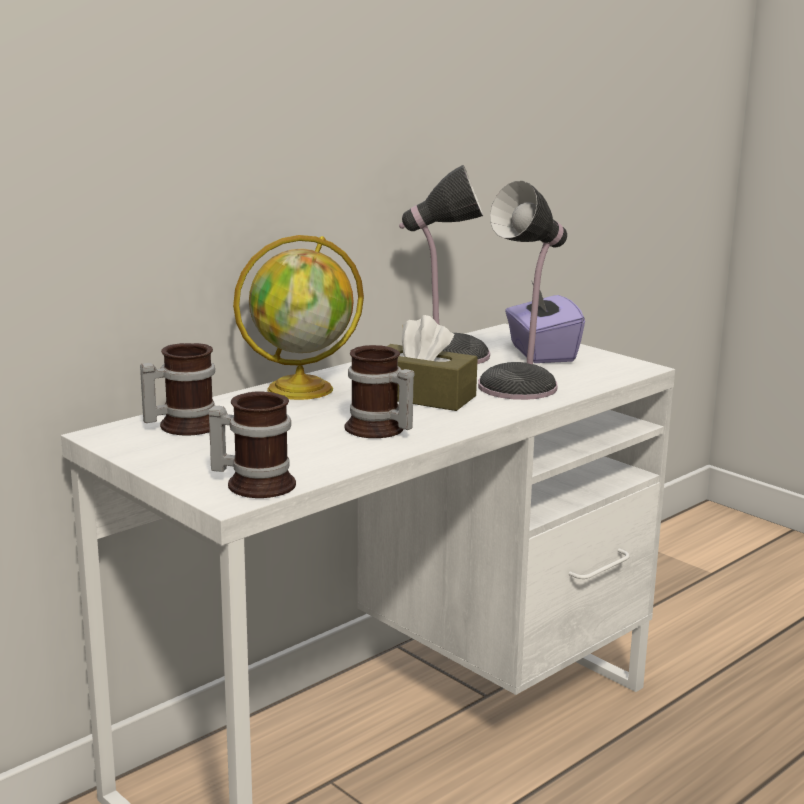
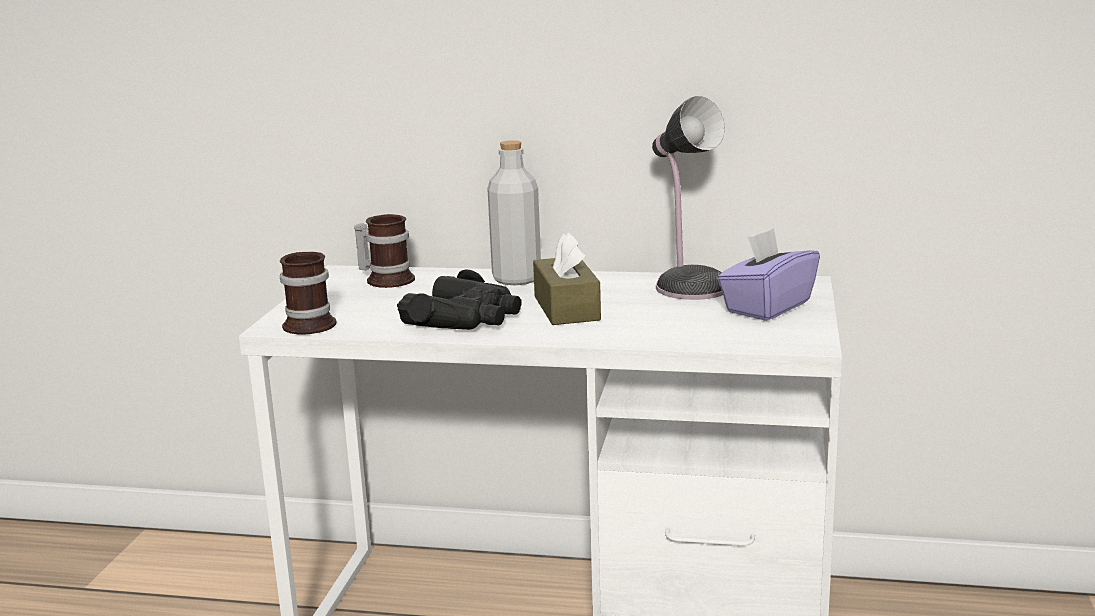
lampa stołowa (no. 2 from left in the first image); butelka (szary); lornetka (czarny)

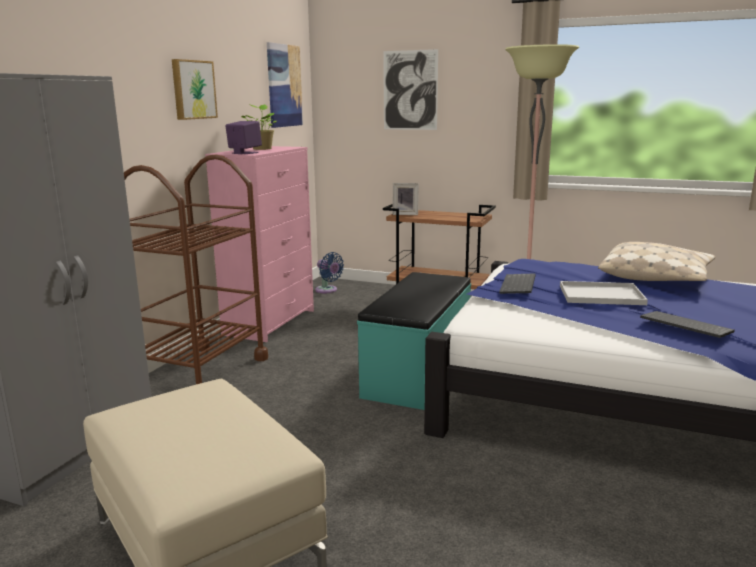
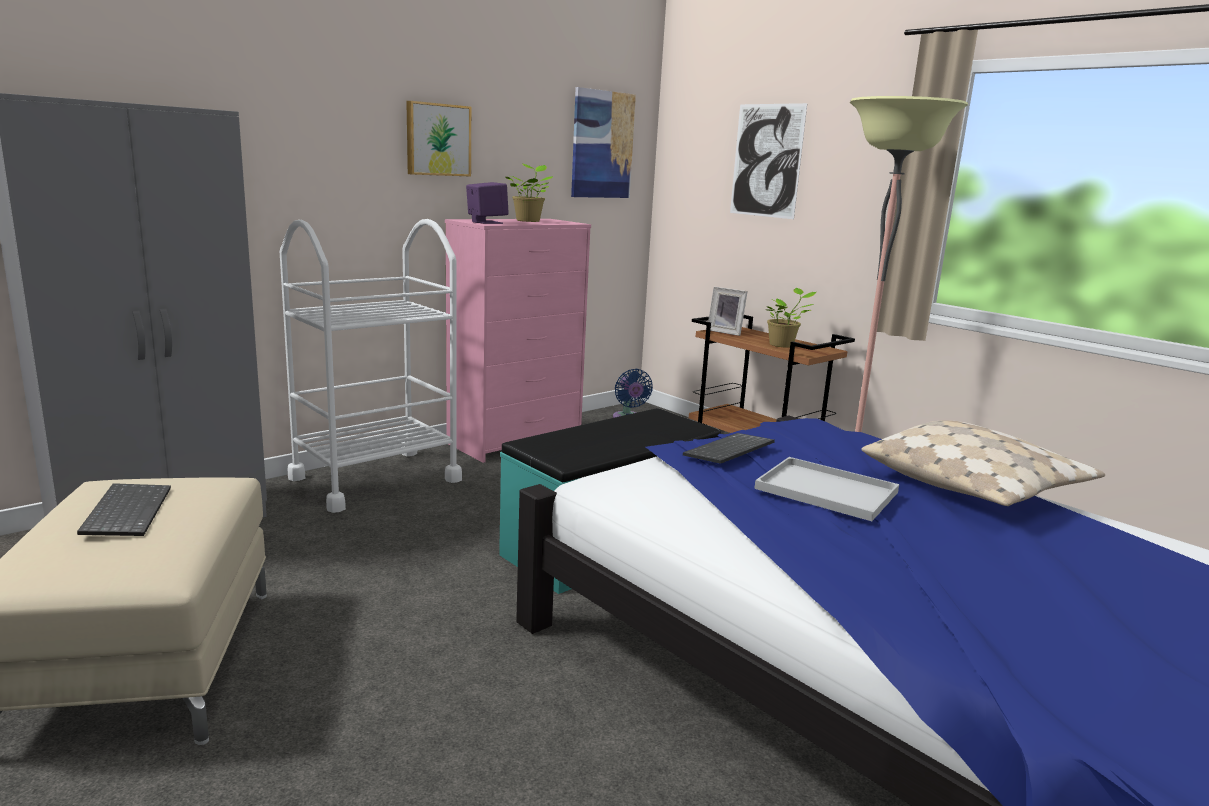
wózek (biały); klawiatura (no. 1 from left); roślina doniczkowa (no. 2 from left)

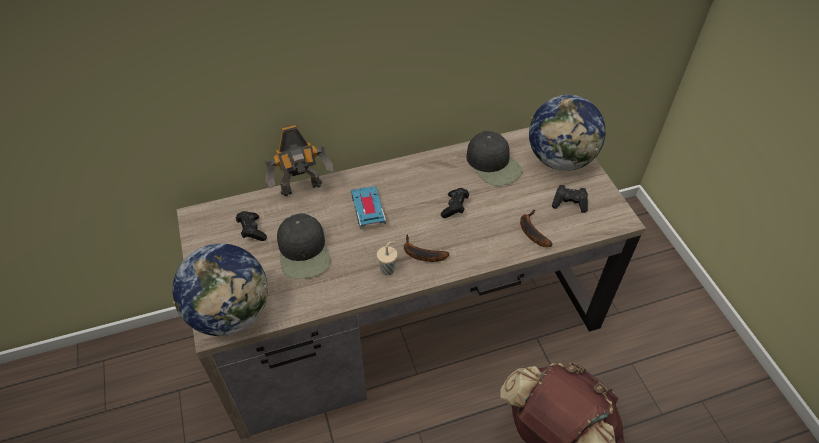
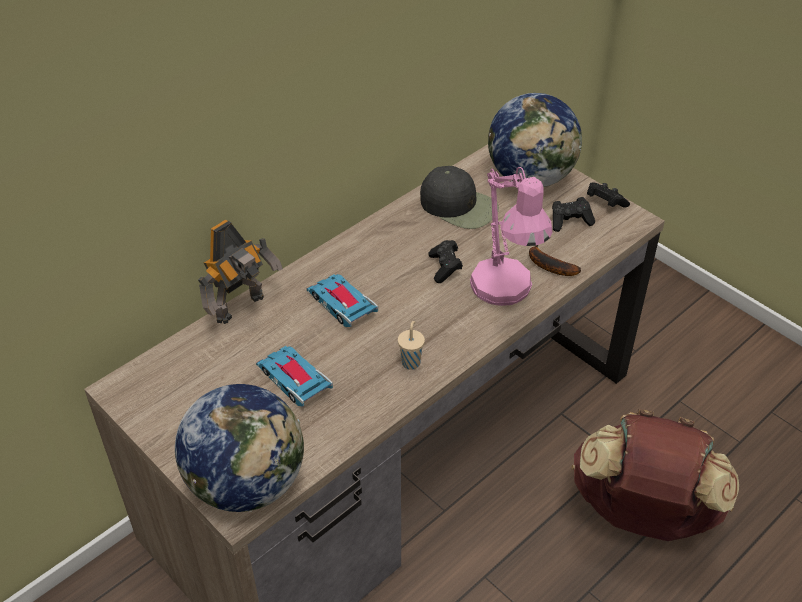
pad do gier (czarny) (no. 3 from left); samochodzik (no. 1 from left); banan (no. 1 from left in the first image); lampa stołowa (różowy)

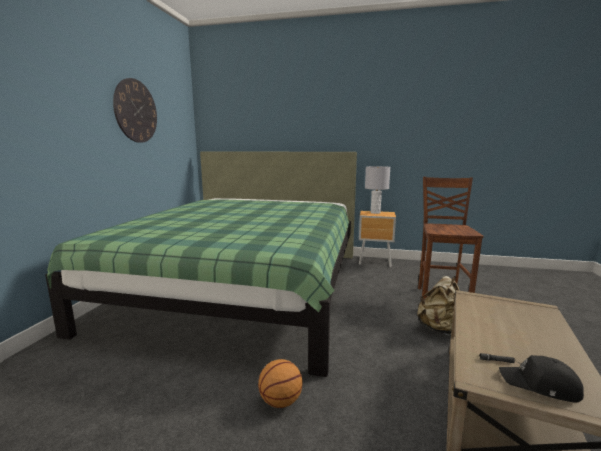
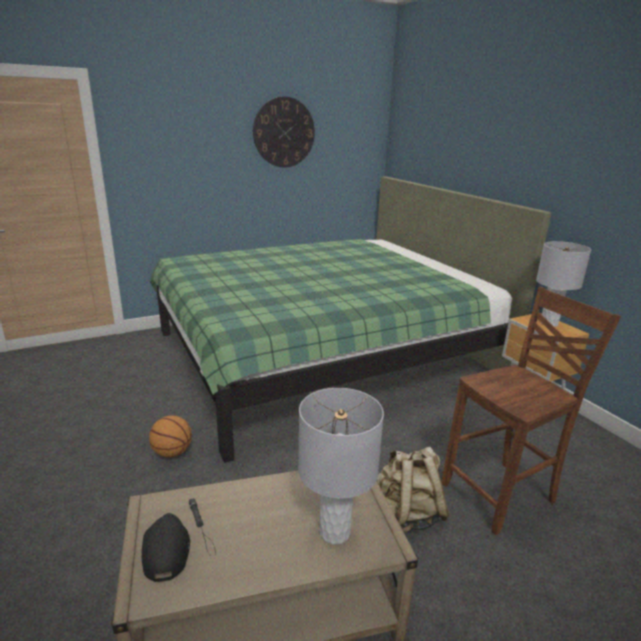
lampa stołowa (szary) (no. 1 from left)

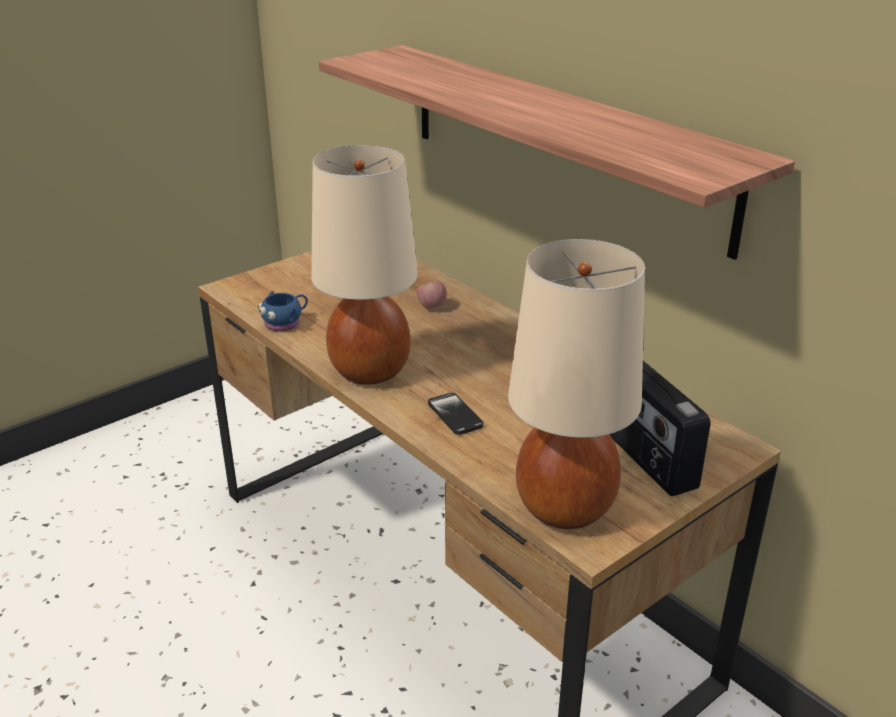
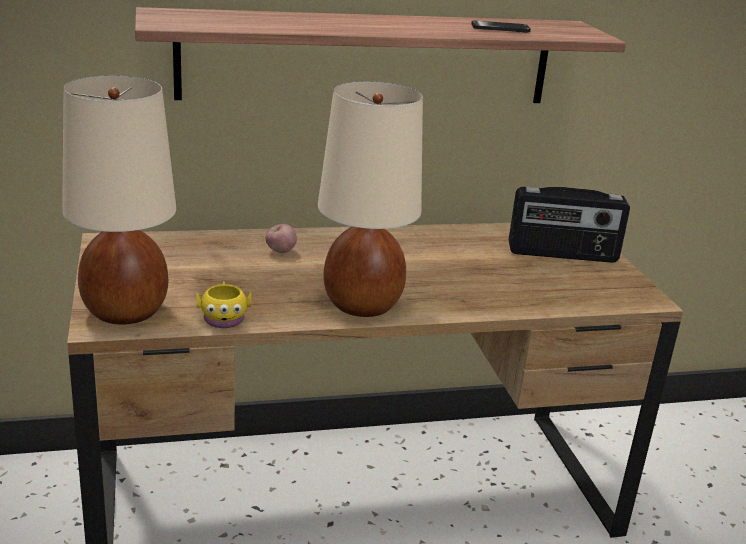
lampa stołowa (beżowy) (no. 1 from left); kubek (żółty); telefon

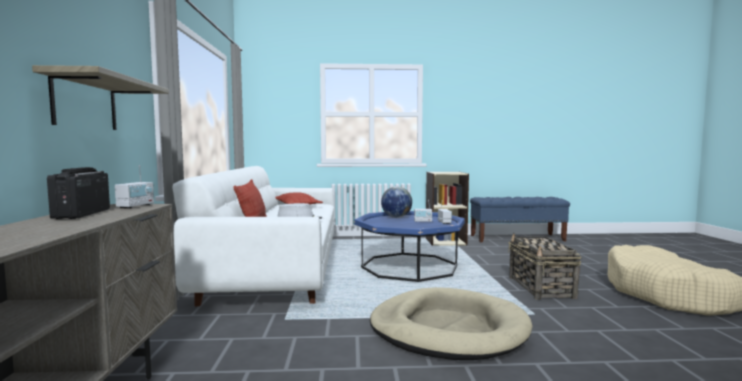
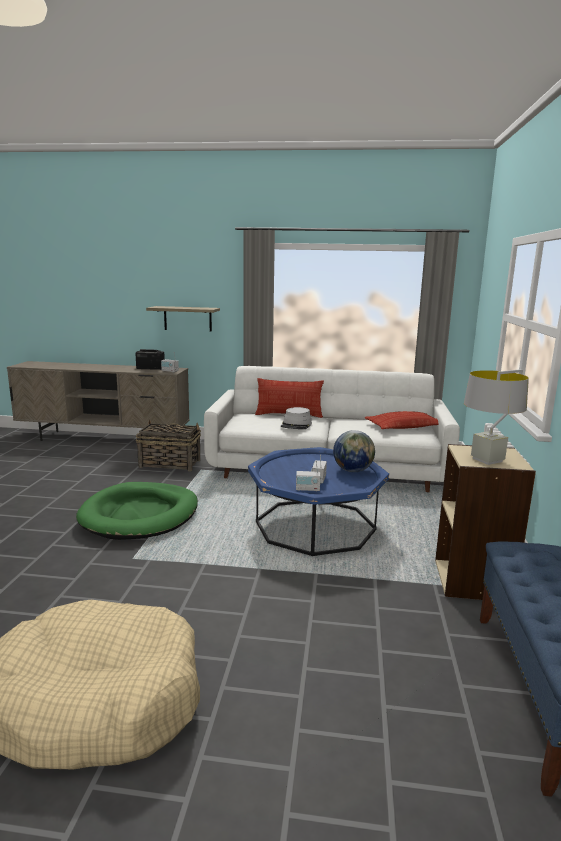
koszyk; legowisko (zielony); lampa stołowa (szary)

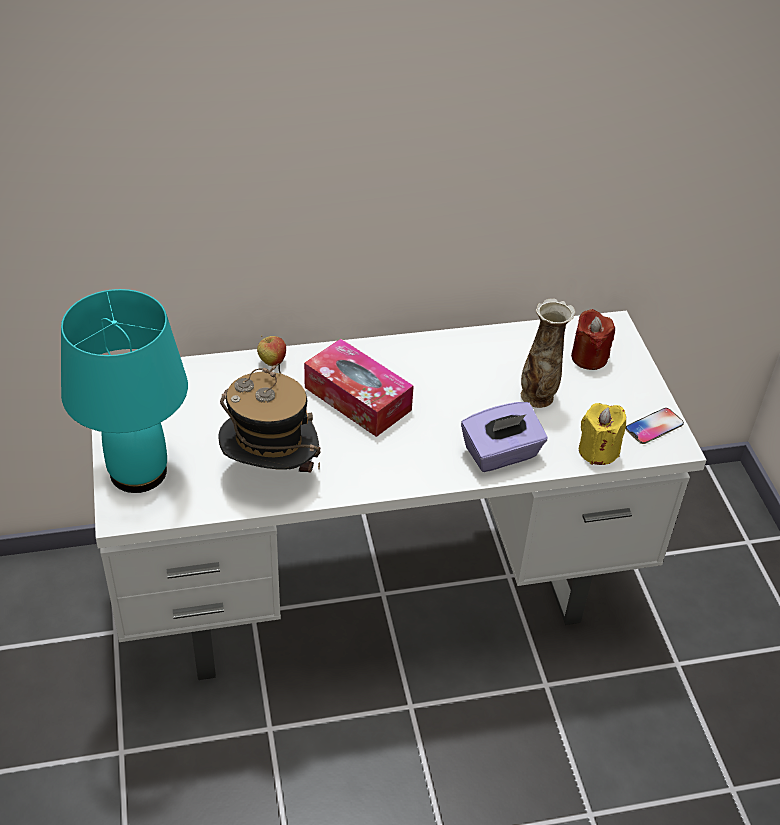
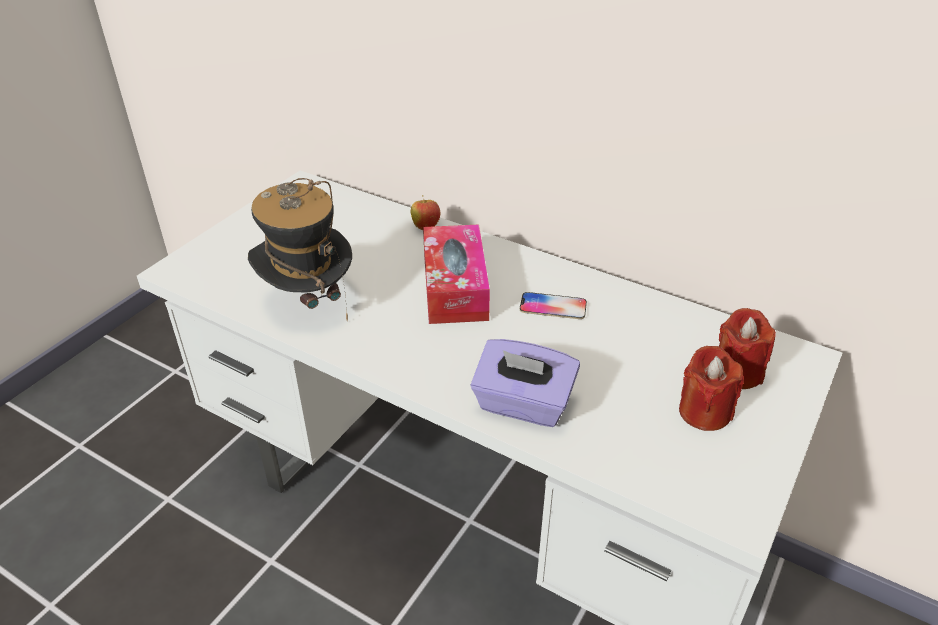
lampa stołowa (turkusowy); wazon; świeca (żółty); telefon; świeca (czerwony) (no. 1 from left)

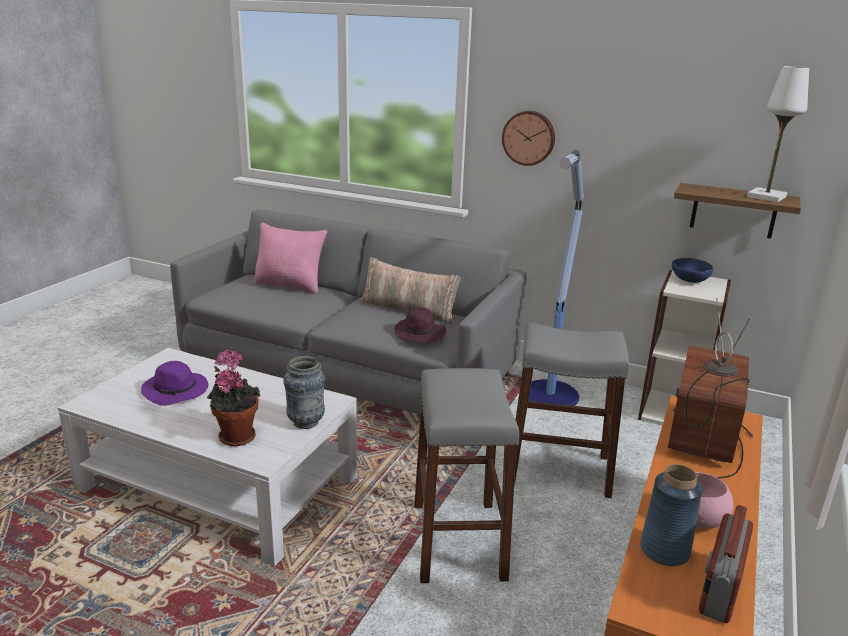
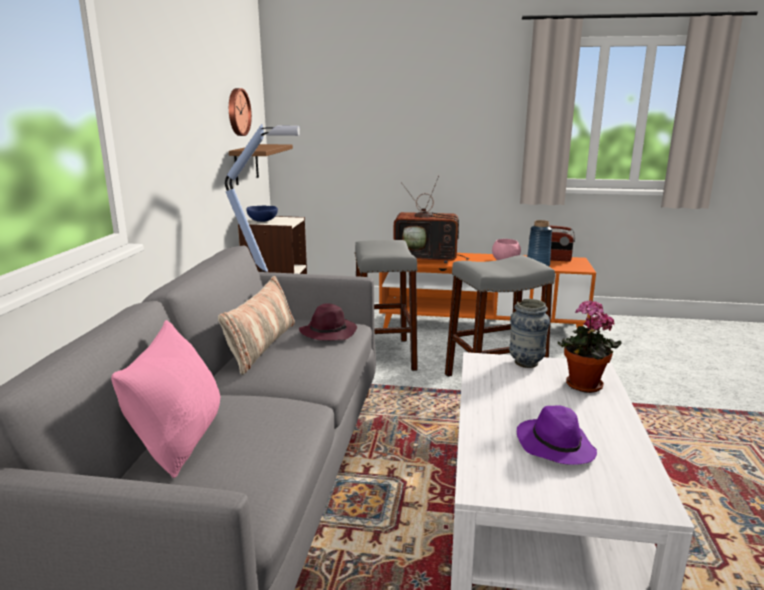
lampa stołowa (biały); zegar ścienny

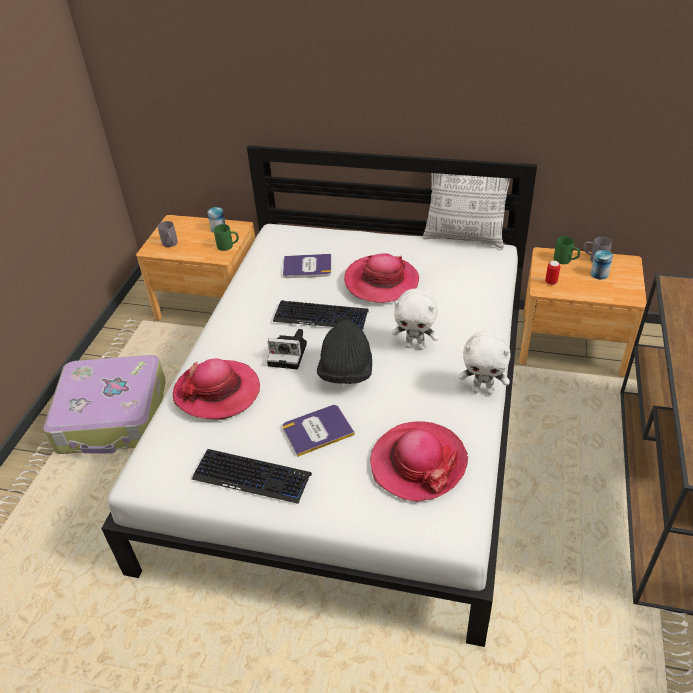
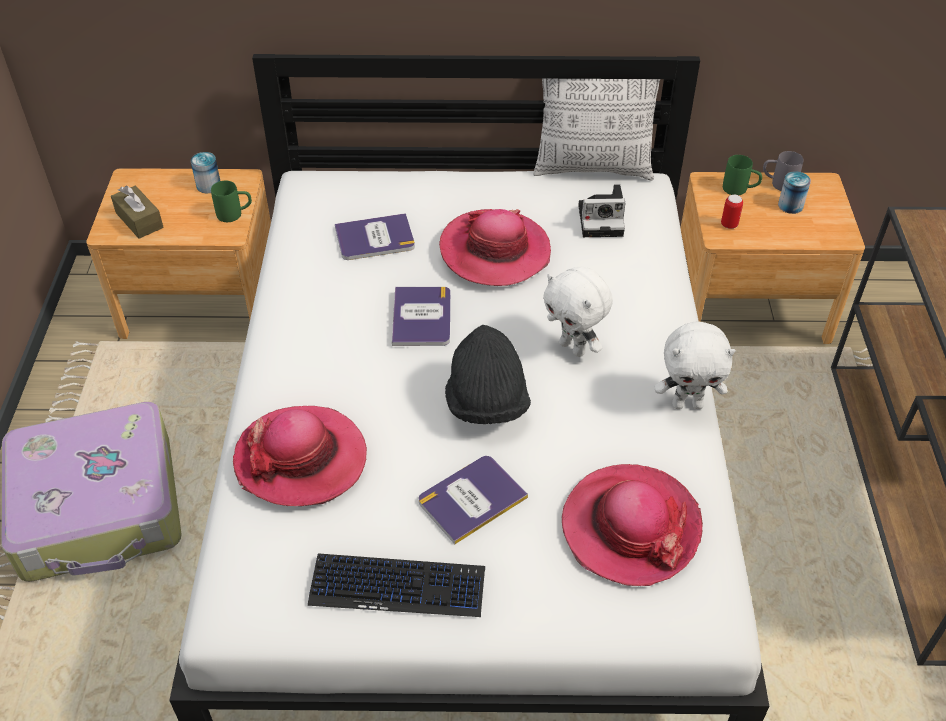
pudełko chusteczek (brązowy); pluszak (biały) (no. 1 from left); książka (no. 2 from left); aparat fotograficzny

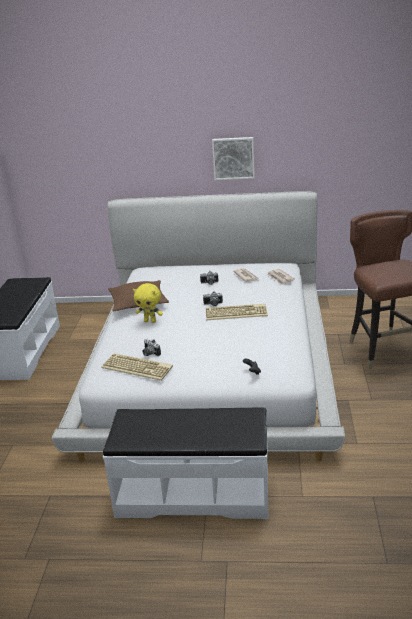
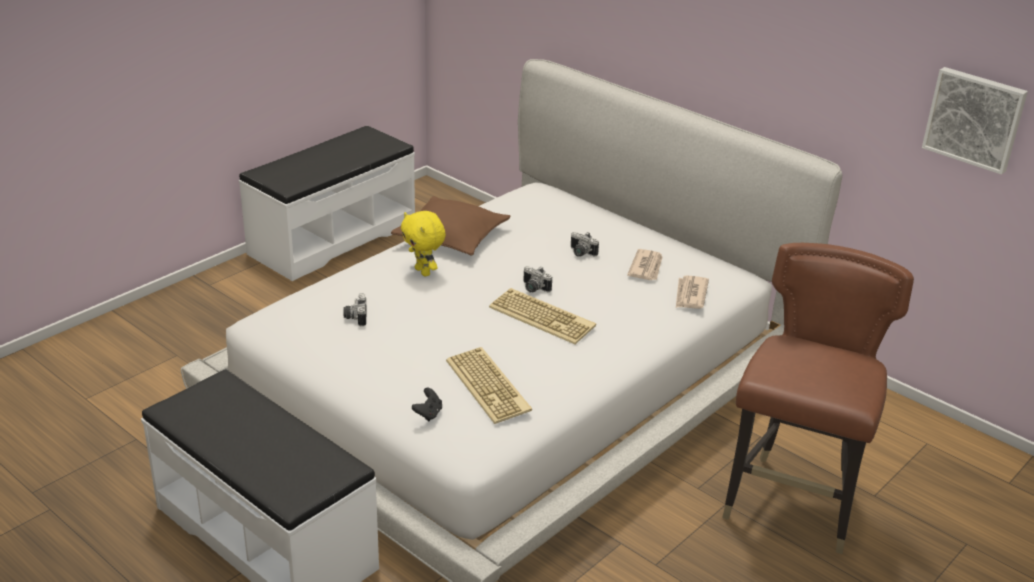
obraz; klawiatura (no. 1 from left)

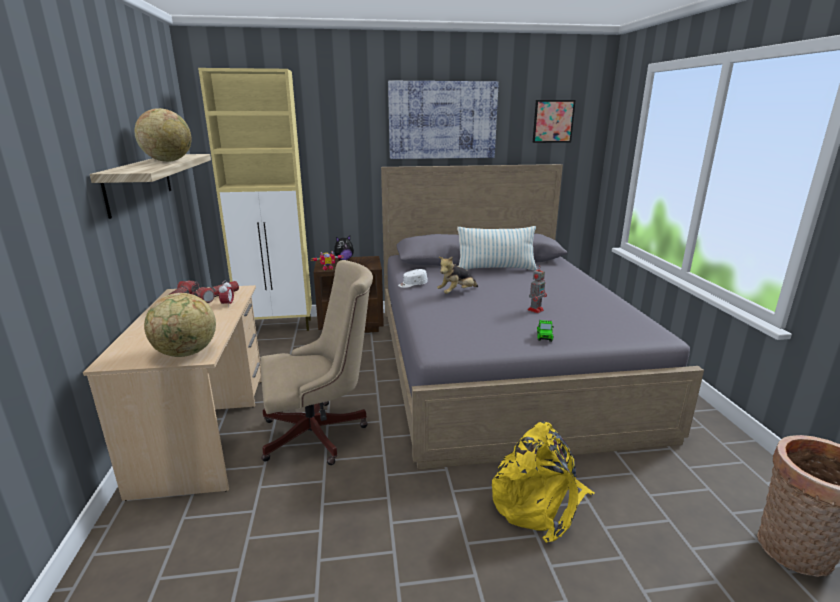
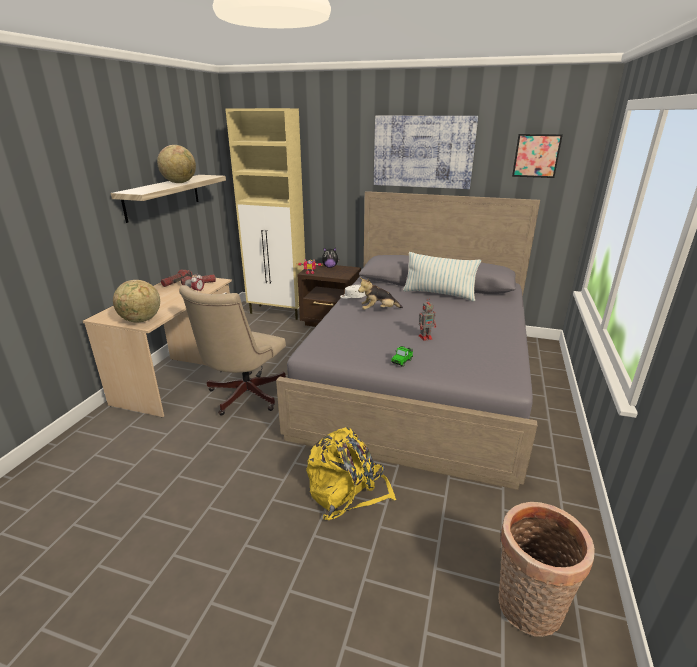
krzesło biurowe (beżowy)

